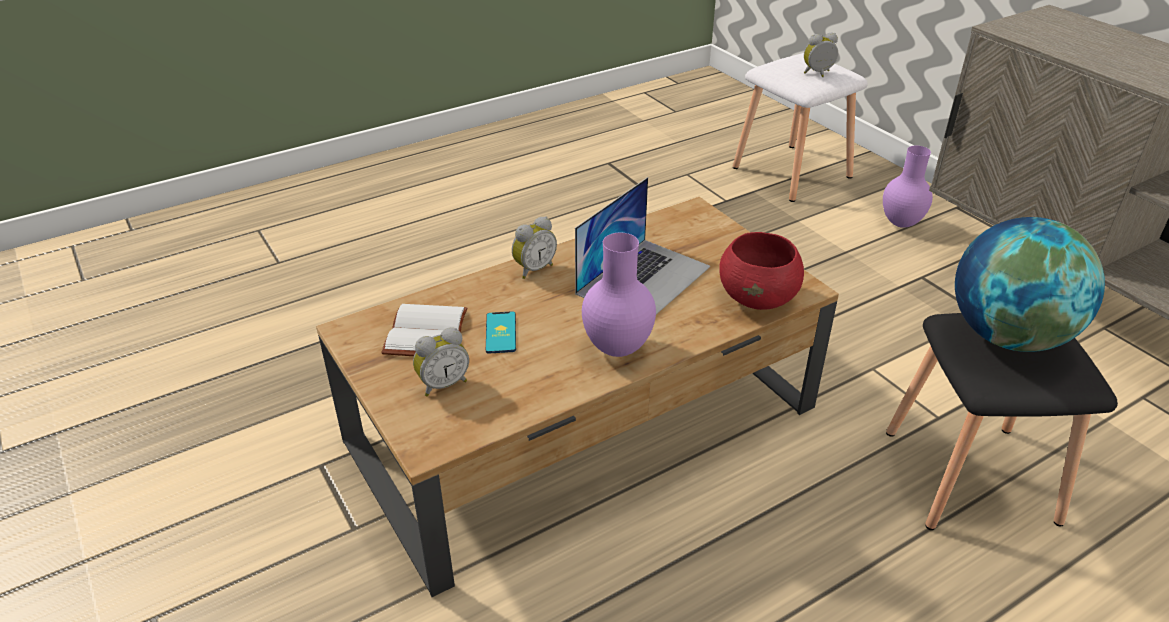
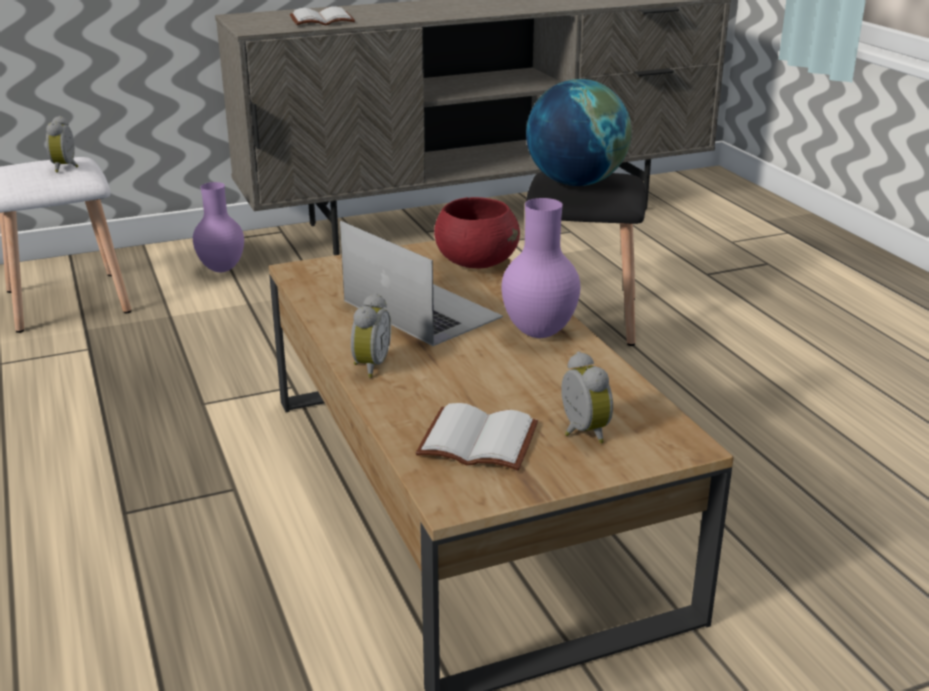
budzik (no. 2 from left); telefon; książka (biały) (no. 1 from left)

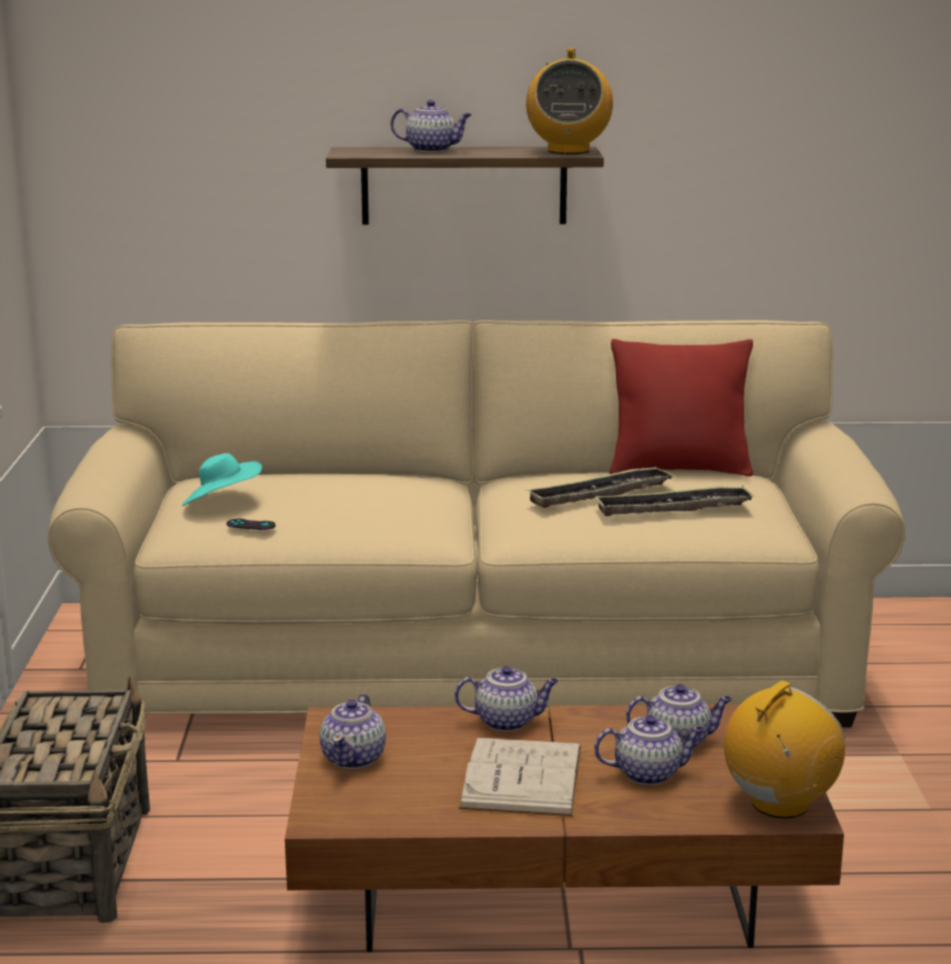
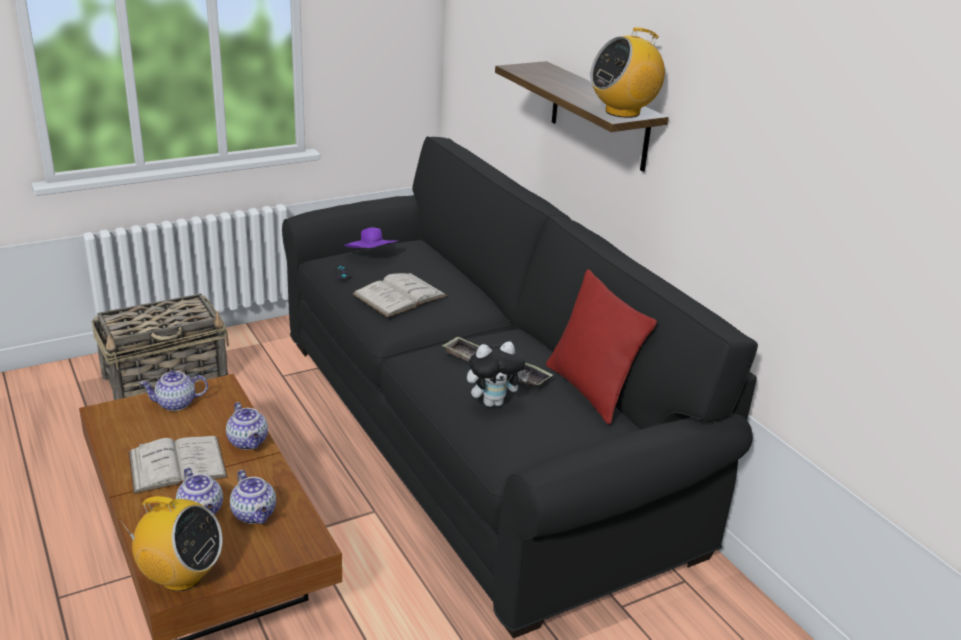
imbryk (no. 2 from left in the first image); kanapa (czarny); kapelusz (fioletowy); pluszak; książka (biały) (no. 2 from left)

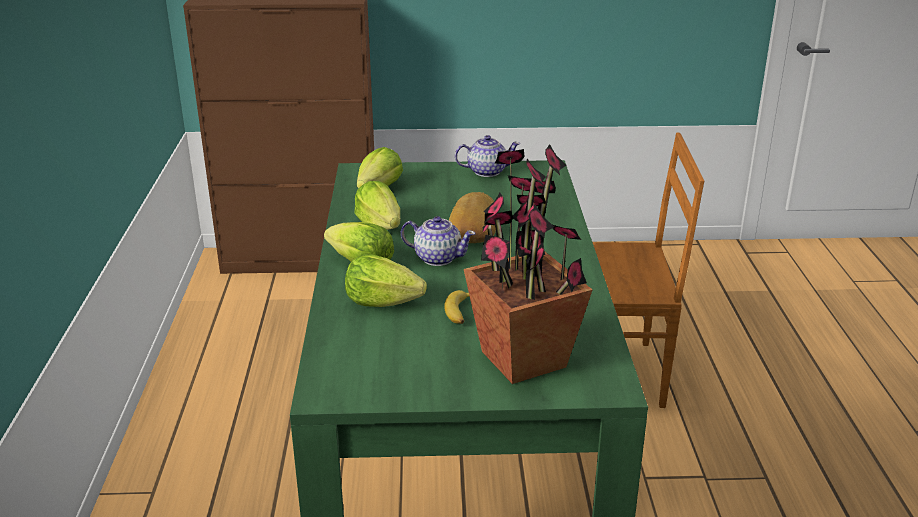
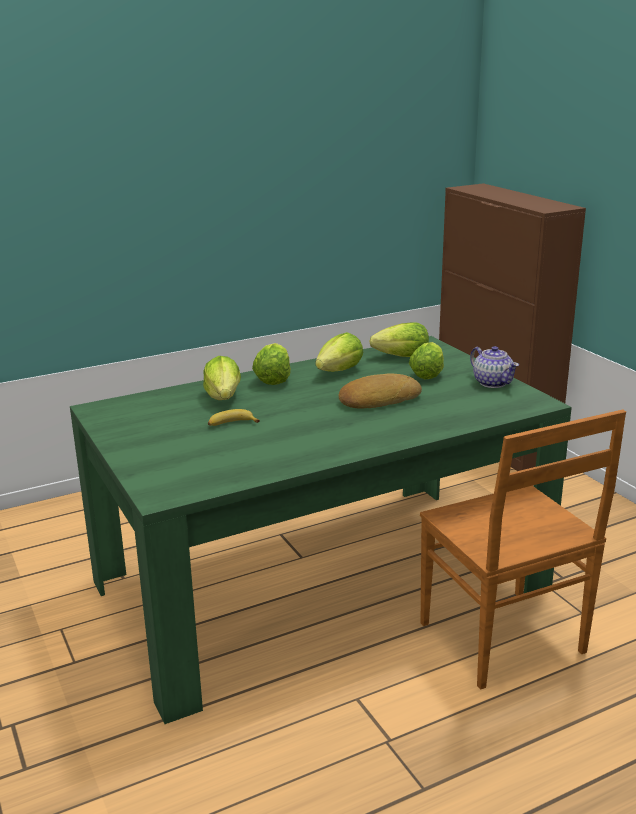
roślina doniczkowa; imbryk (no. 1 from left in the first image); sałata (no. 5 from left)

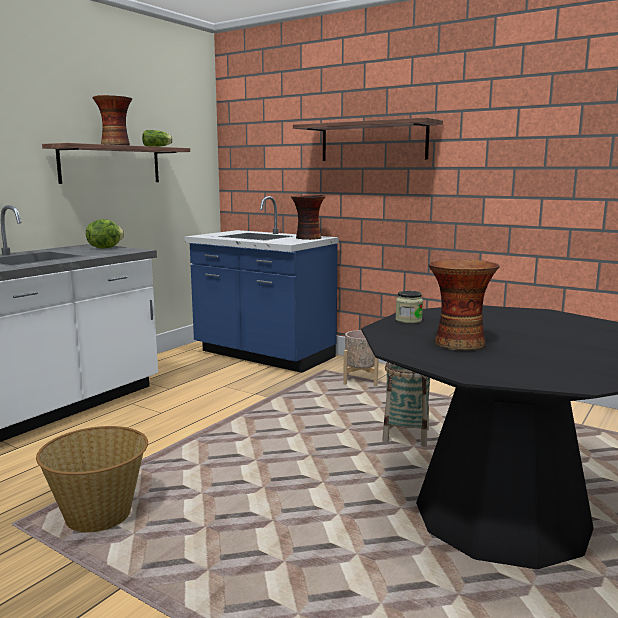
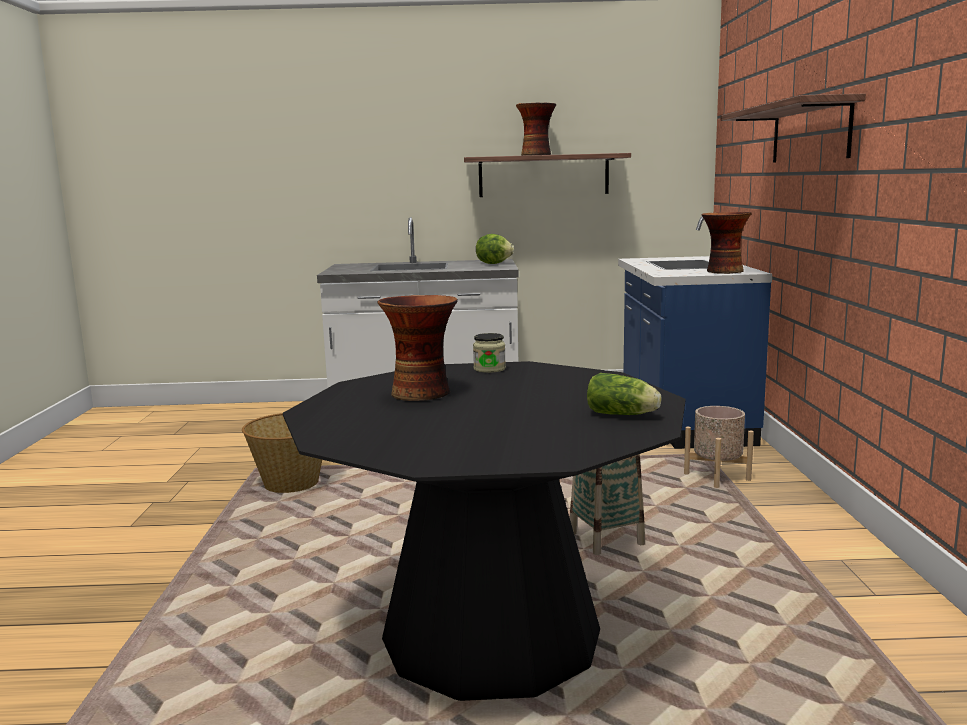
sałata (no. 2 from left)

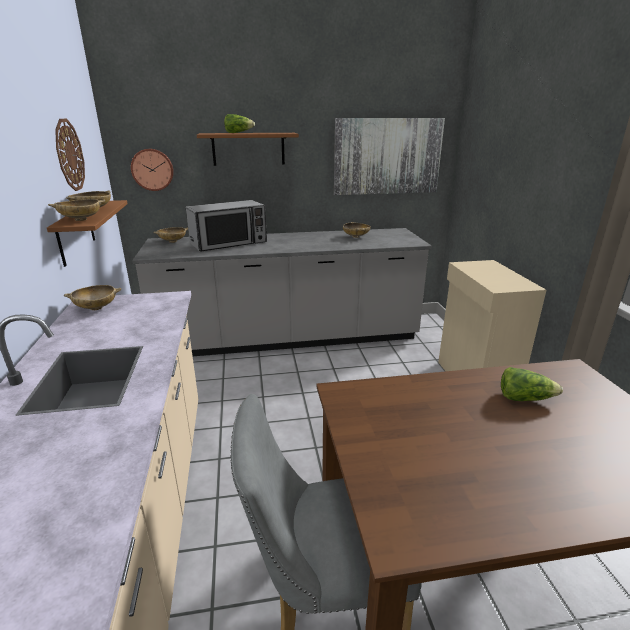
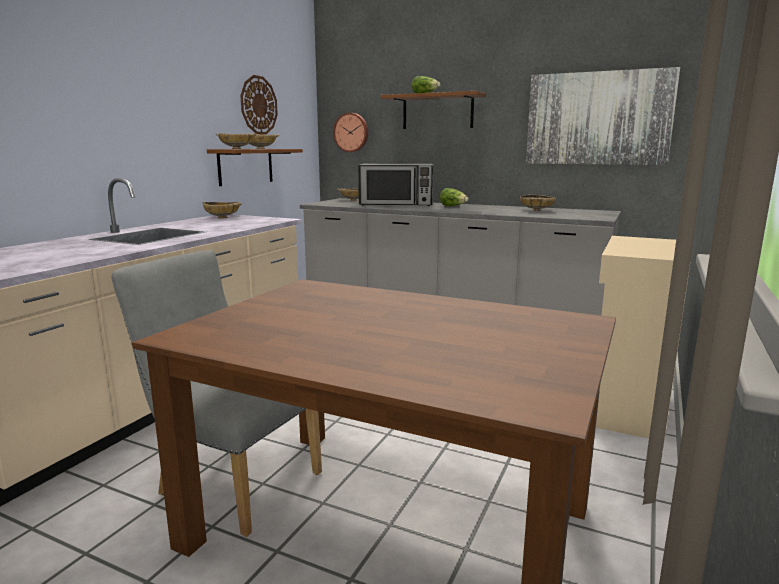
sałata (no. 2 from left)

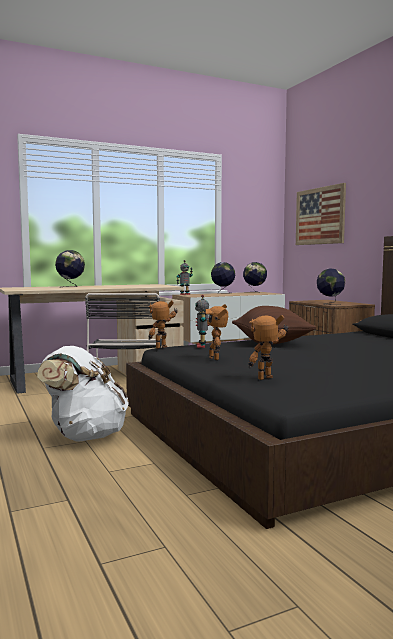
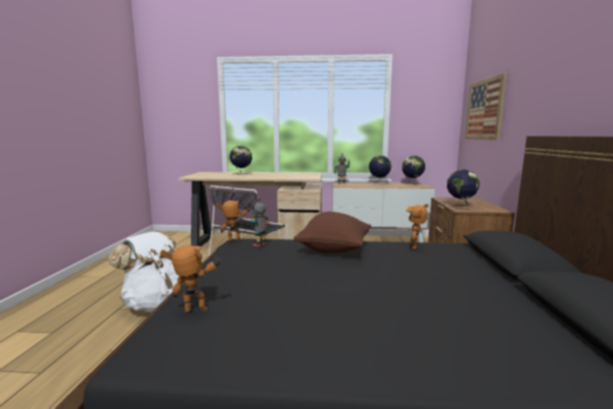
robot zabawkowy (no. 5 from left)

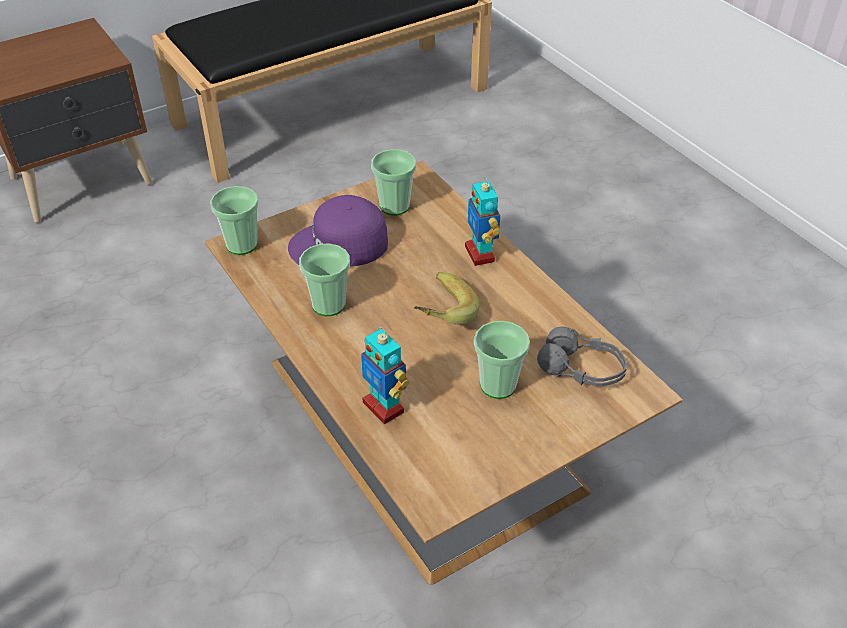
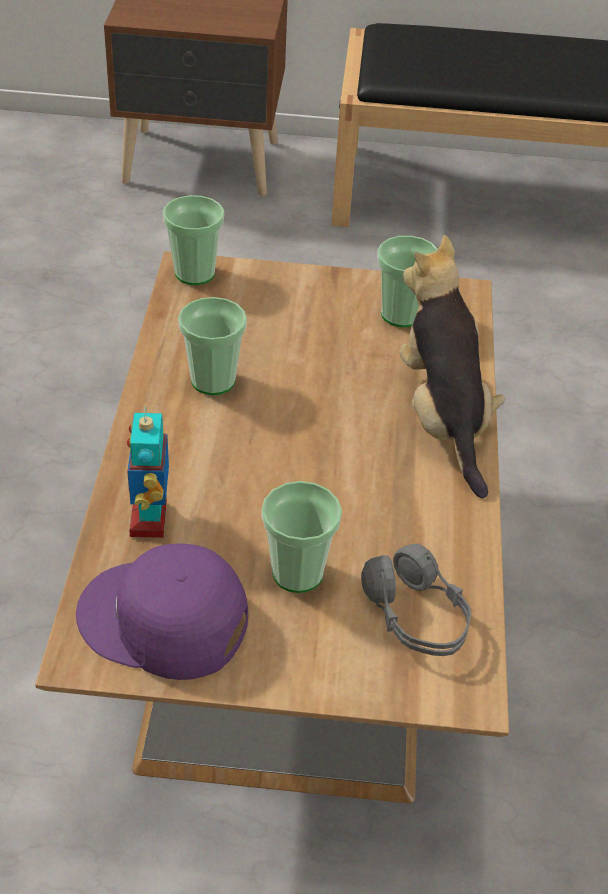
pluszak; czapka z daszkiem (fioletowy); banan

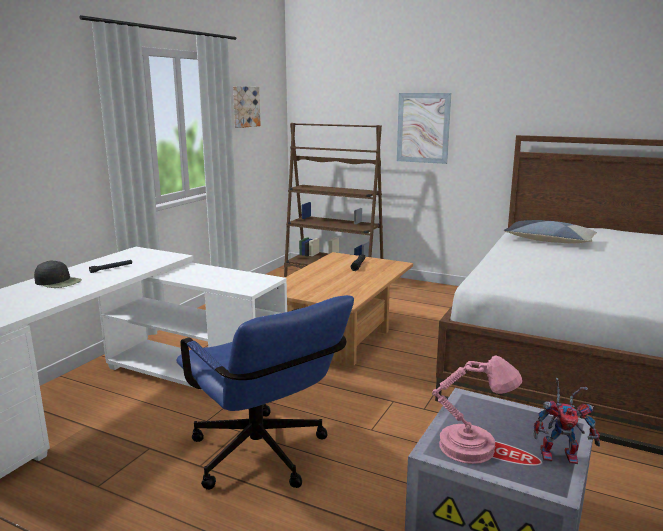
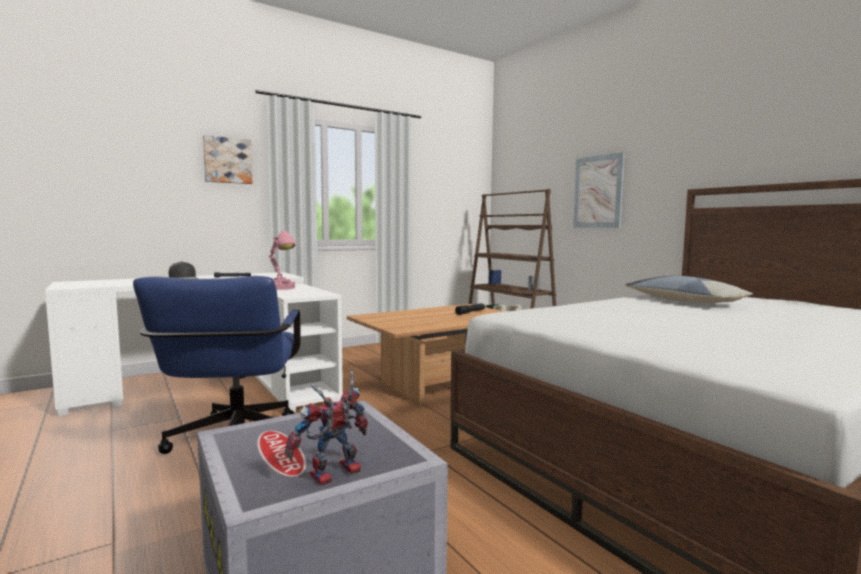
obraz (no. 1 from left); lampa stołowa (różowy); robot zabawkowy

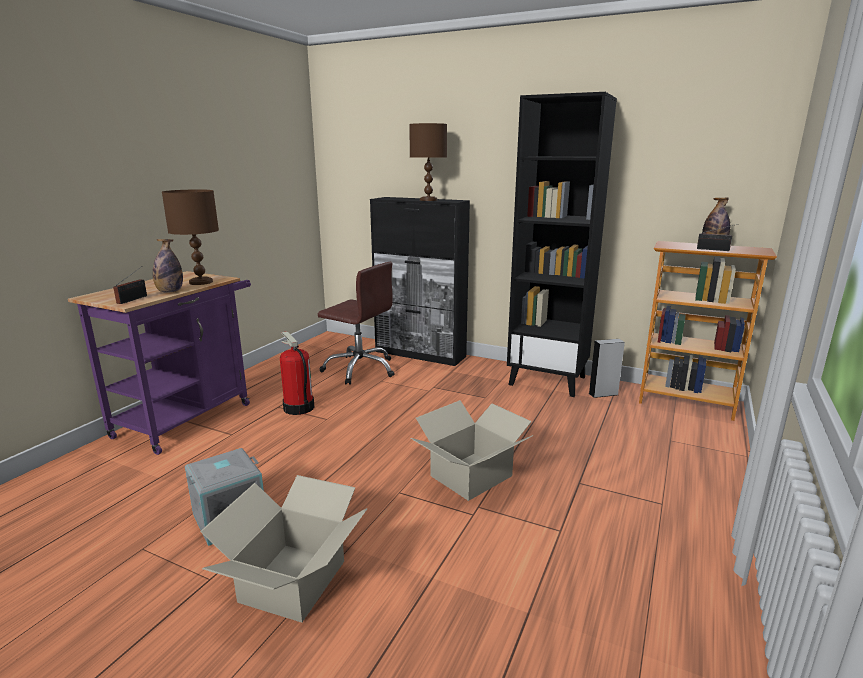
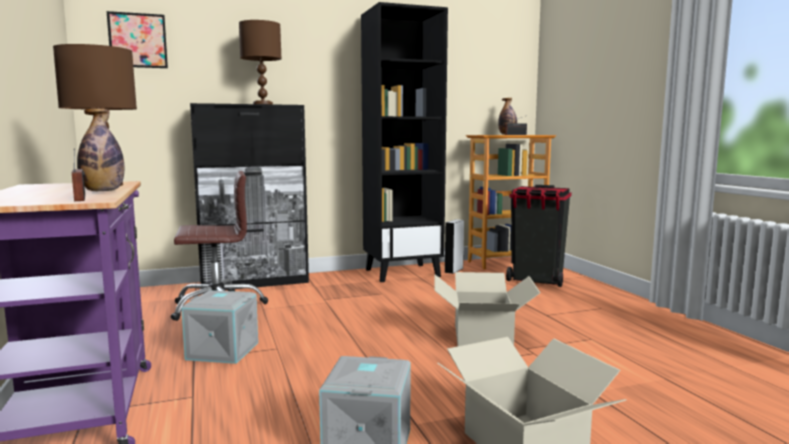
pojemnik do przechowywania (szary) (no. 1 from left); obraz; kosz na śmieci (czarny)

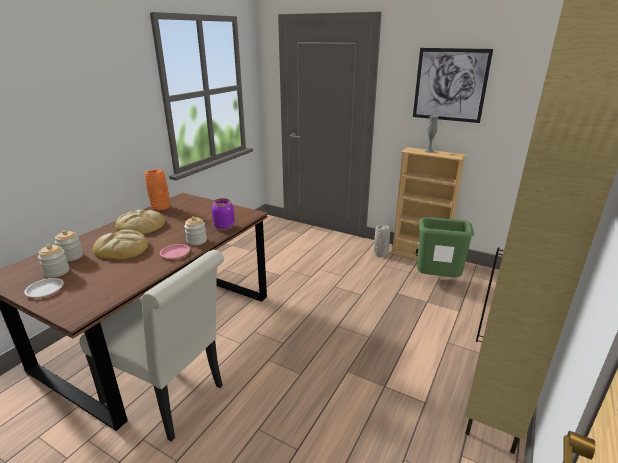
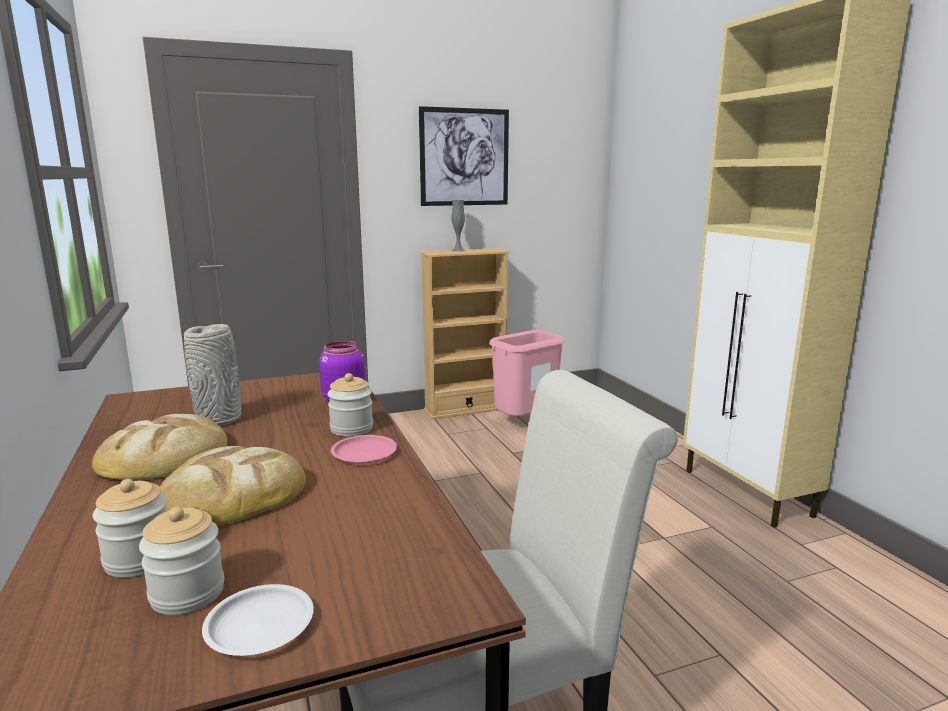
wazon (pomarańczowy); kosz na śmieci (różowy); wazon (szary) (no. 1 from left)

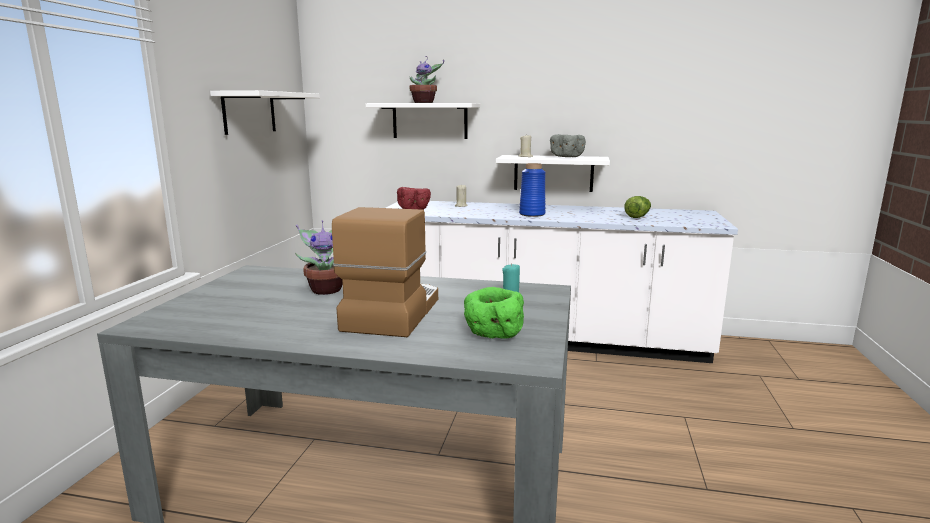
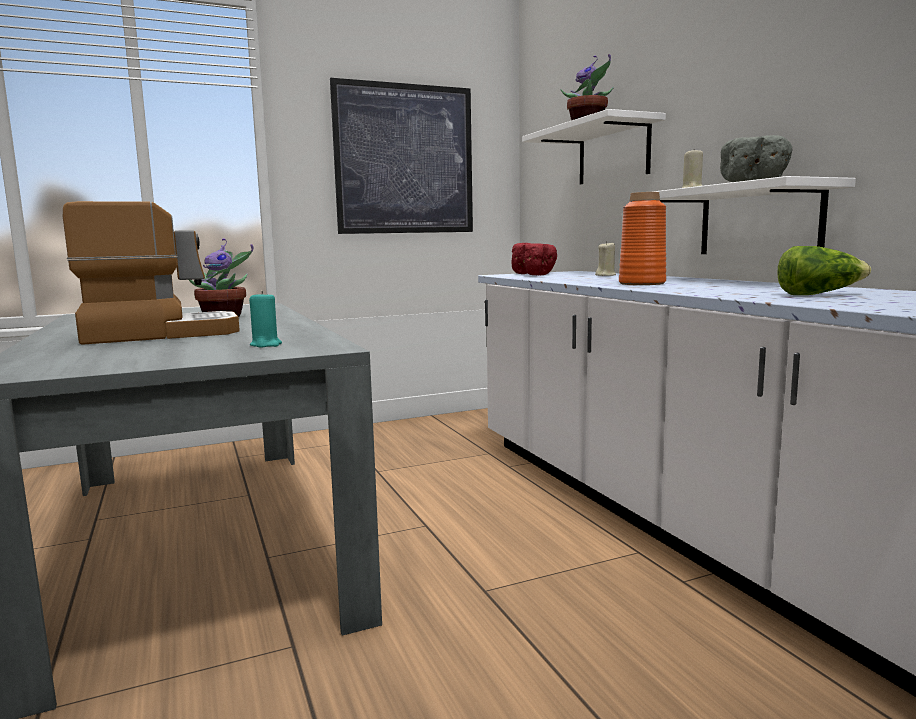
obraz; wazon (pomarańczowy); miska (zielony)

